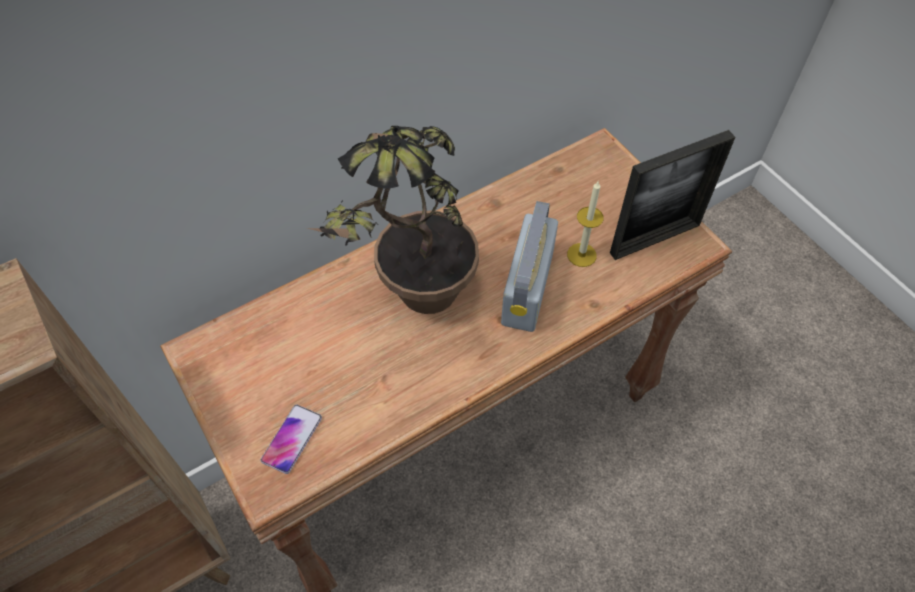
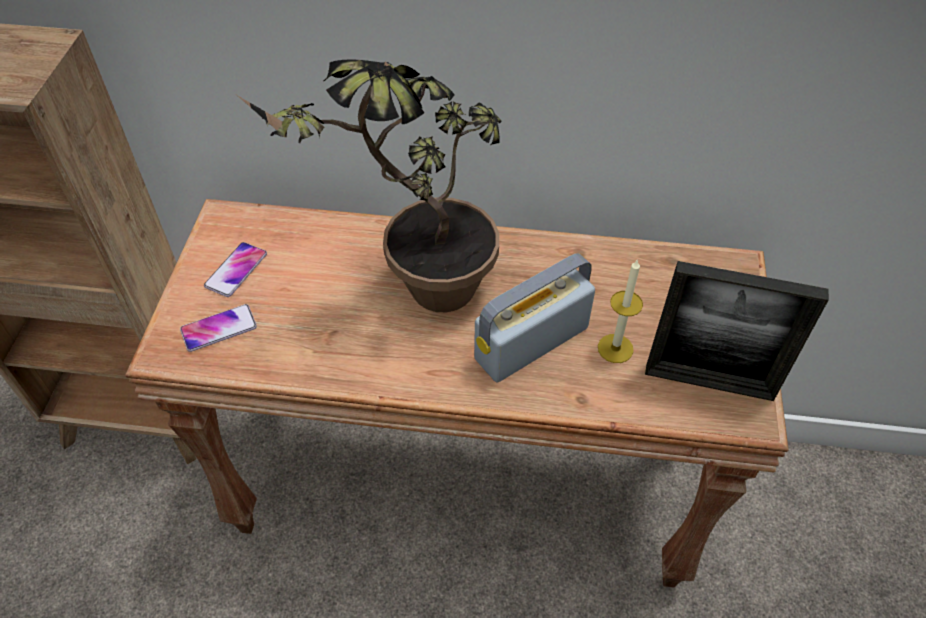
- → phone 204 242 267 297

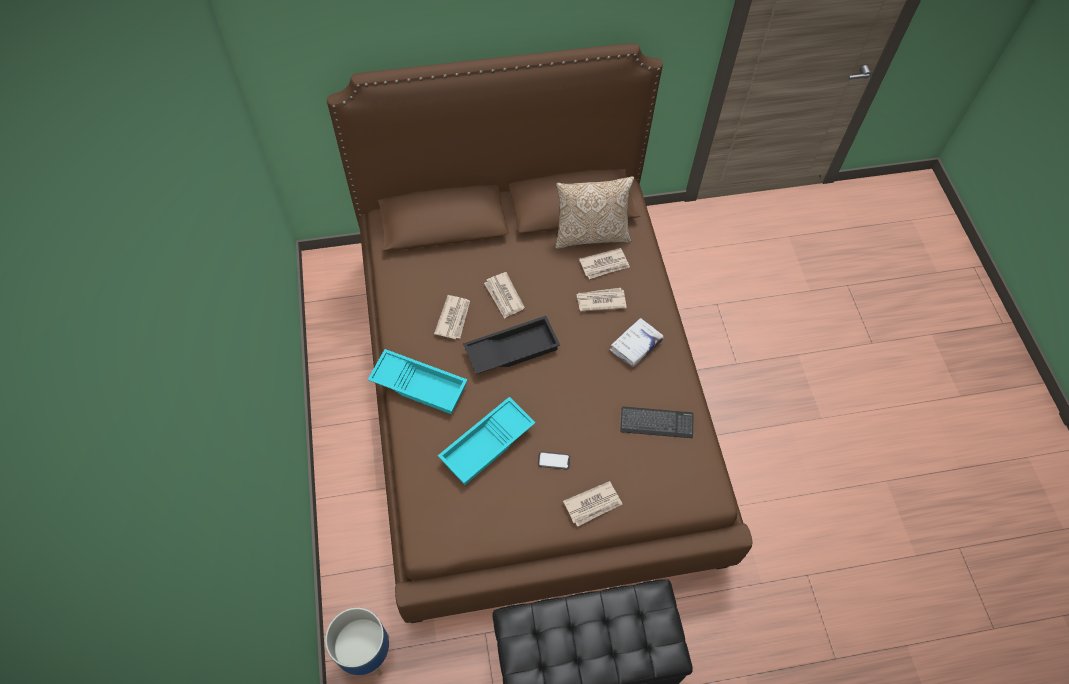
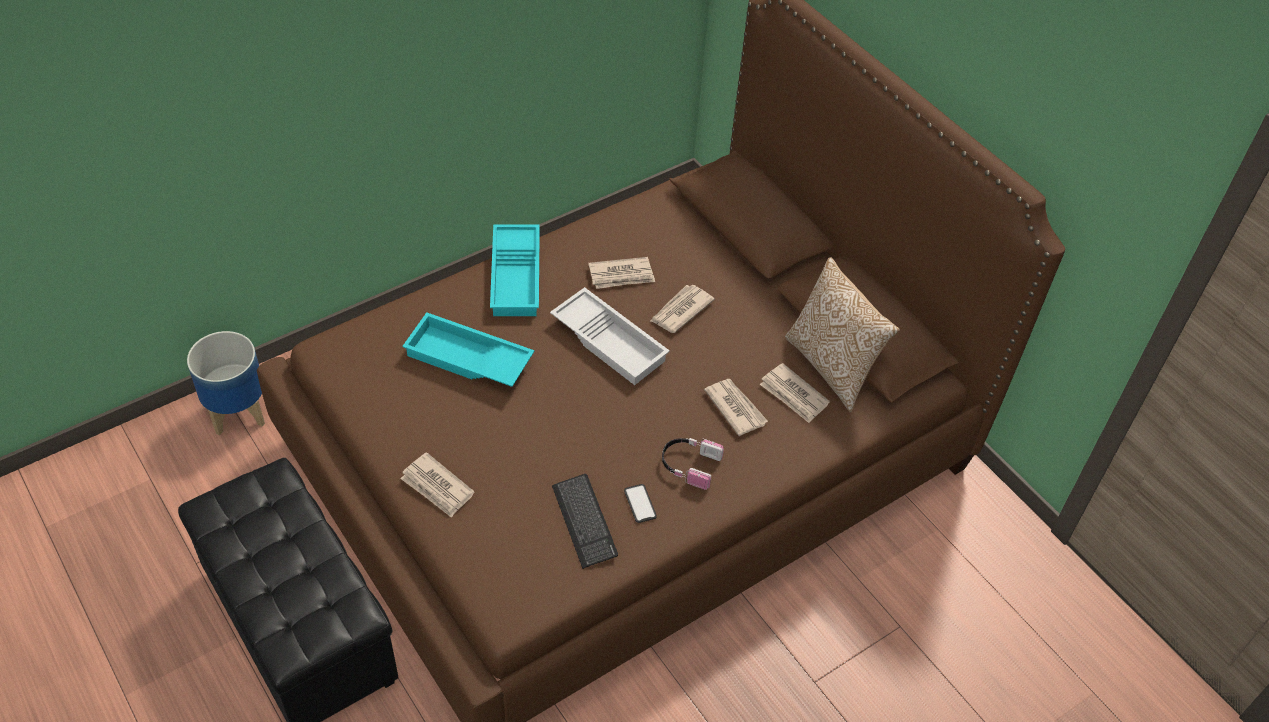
phone 538 452 570 469 → phone 624 484 657 523, shifted
volume/white-coloured 610 318 664 367 → pair of headphones 662 438 724 490
tray/blackish 463 316 560 374 → tray/white-coloured 550 287 670 385

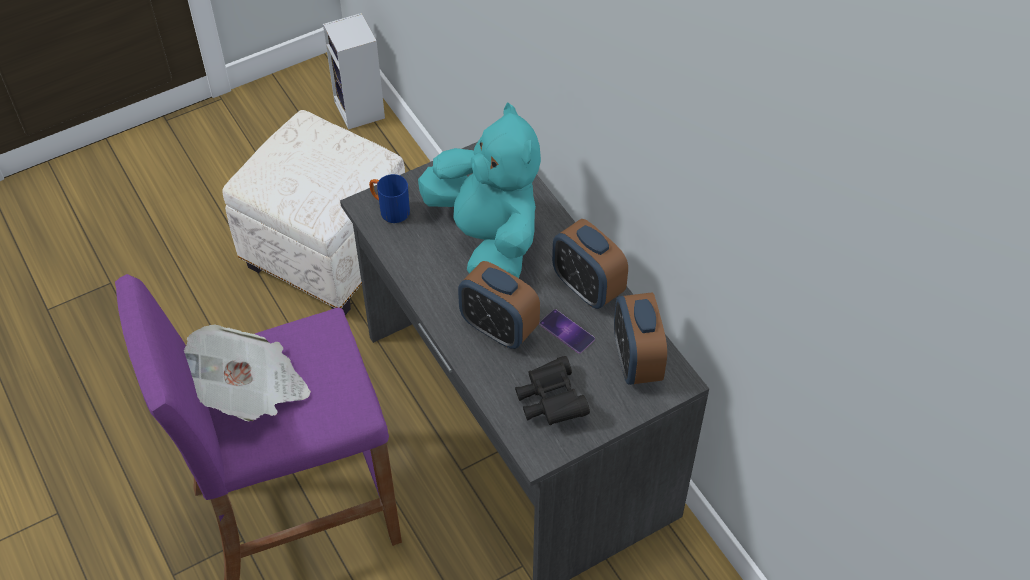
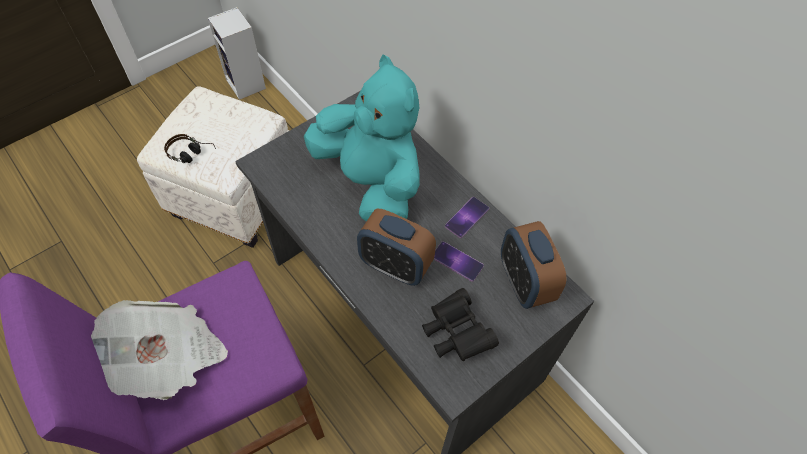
tea mug/blue-coloured 369 174 410 223 → -
- → pair of headphones 164 134 216 163
table clock 552 219 628 309 → phone 445 197 489 238

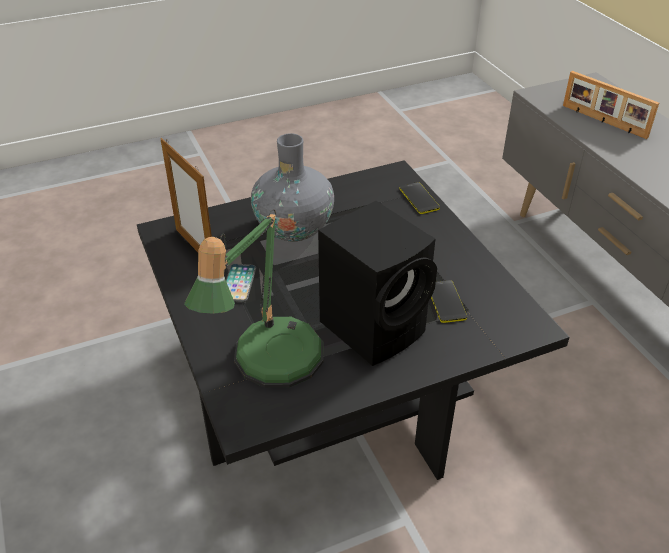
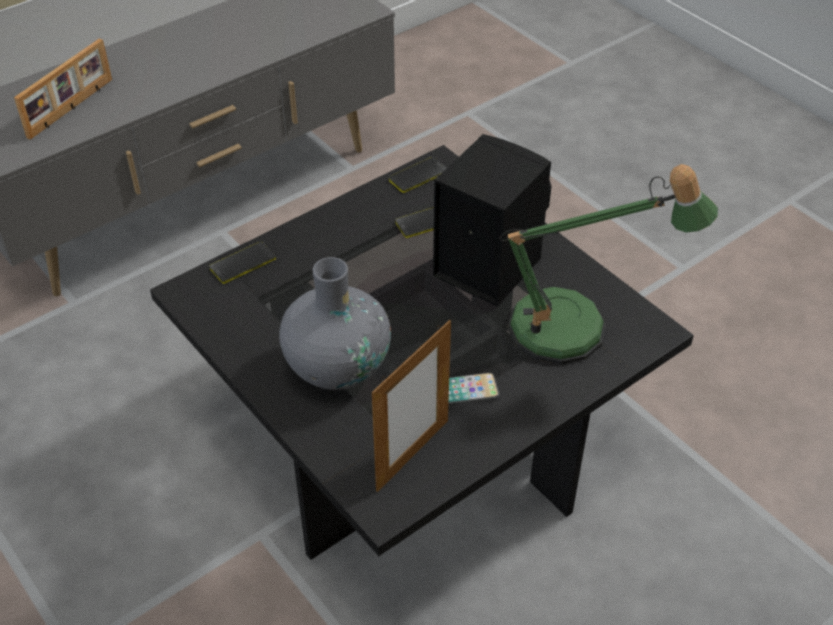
- → phone 389 157 447 193

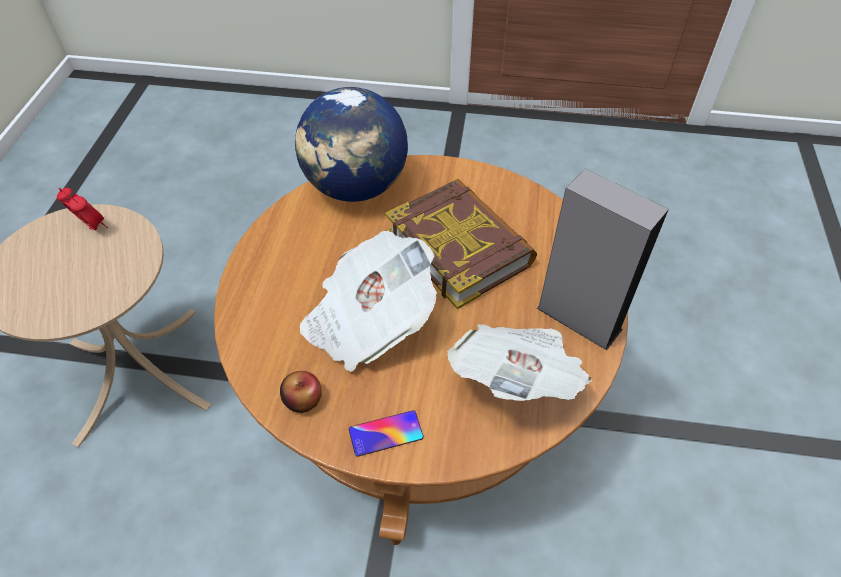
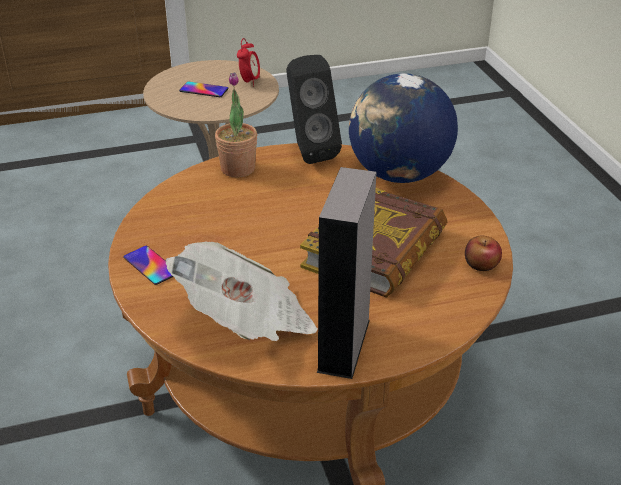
daily paper 300 231 437 372 → -
- → phone 179 82 229 97
- → potted plant 215 73 257 178
- → loudspeaker/blackish 286 55 342 164
whole apple 280 371 322 413 → whole apple 465 236 502 271, shifted

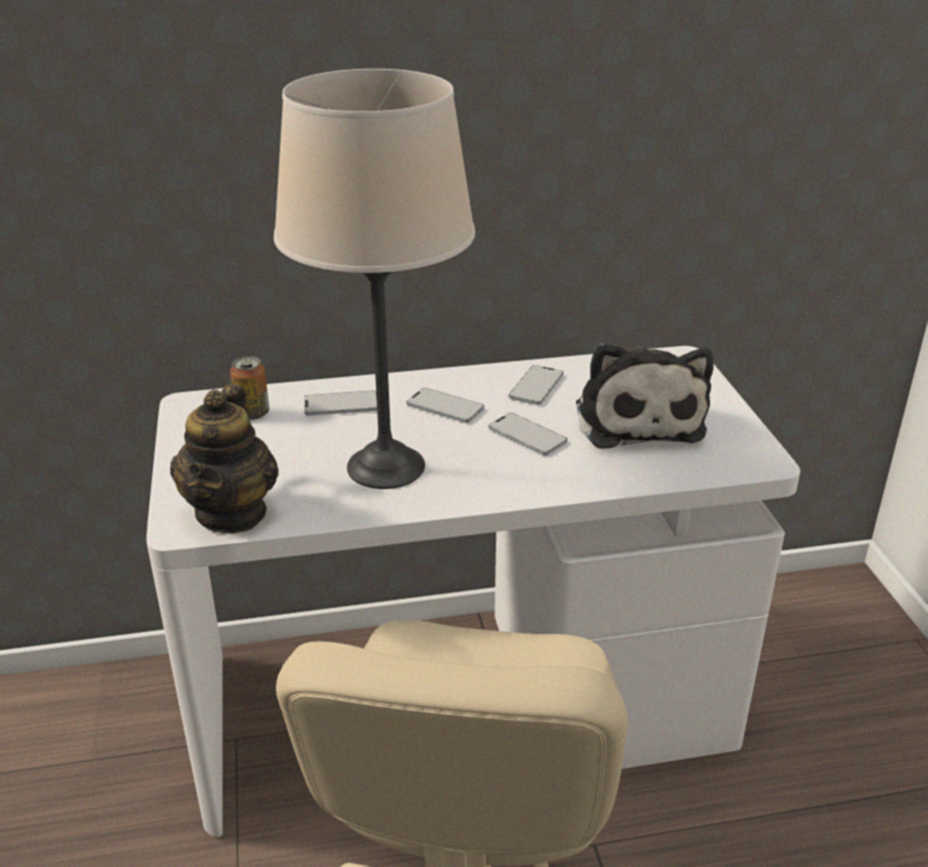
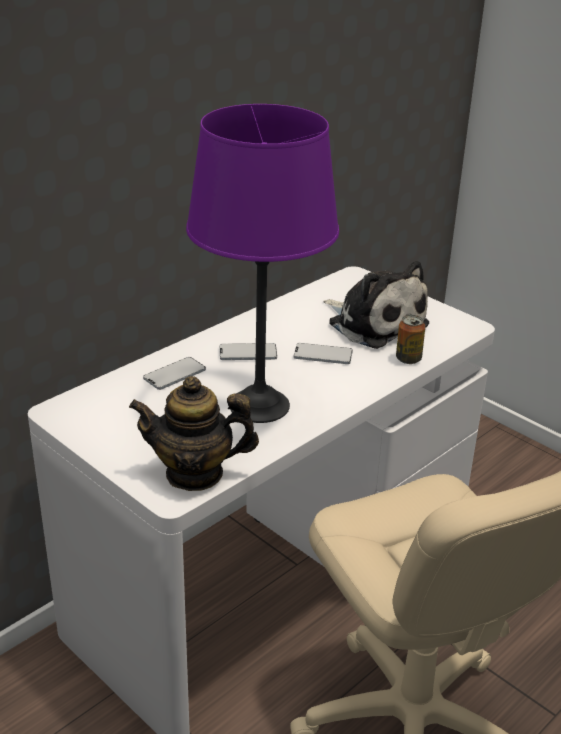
phone 509 365 563 405 → -
sealed can 230 356 269 420 → sealed can 396 315 425 364, shifted
table lamp/beige-coloured 274 69 475 489 → table lamp/purple-coloured 186 104 339 423
tea pot 170 384 279 534 → tea pot 129 376 259 491, 120 degrees clockwise

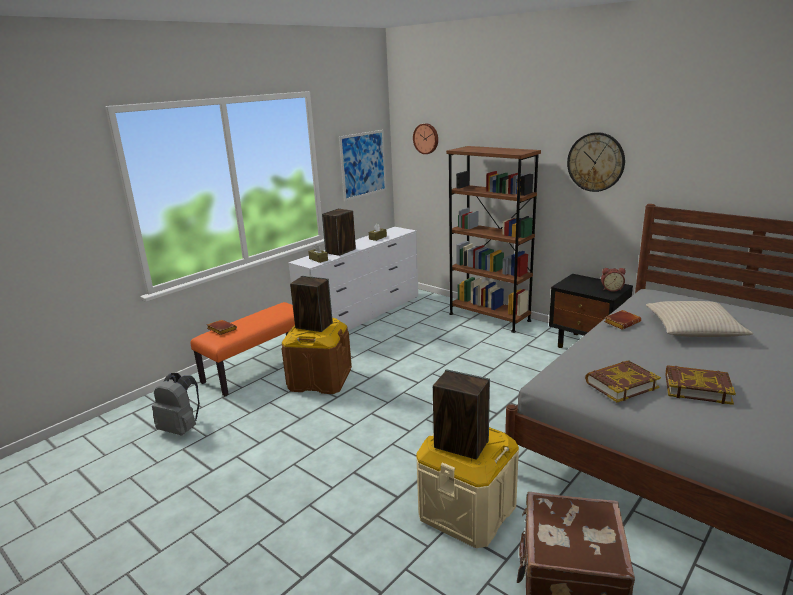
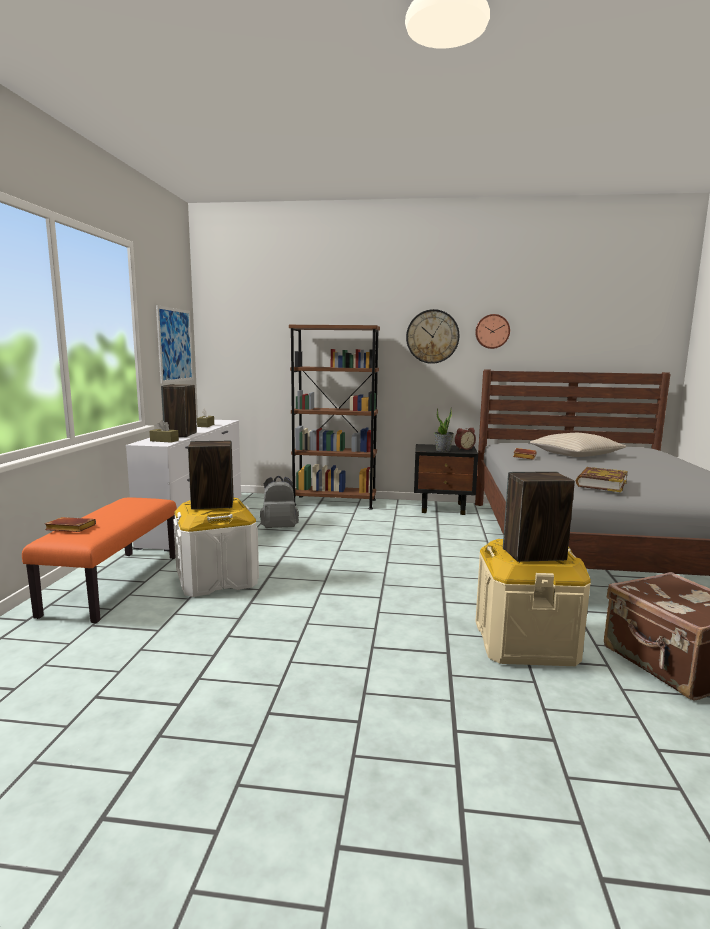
volume 665 365 736 405 → -
- → potted plant 434 408 454 452
rucksack/greyish 152 373 200 435 → rucksack/greyish 260 476 299 528, shifted
hanging clock 413 123 438 154 → hanging clock 475 314 510 349, shifted
storage box/brownish 281 317 352 394 → storage box/white-coloured 173 498 259 597

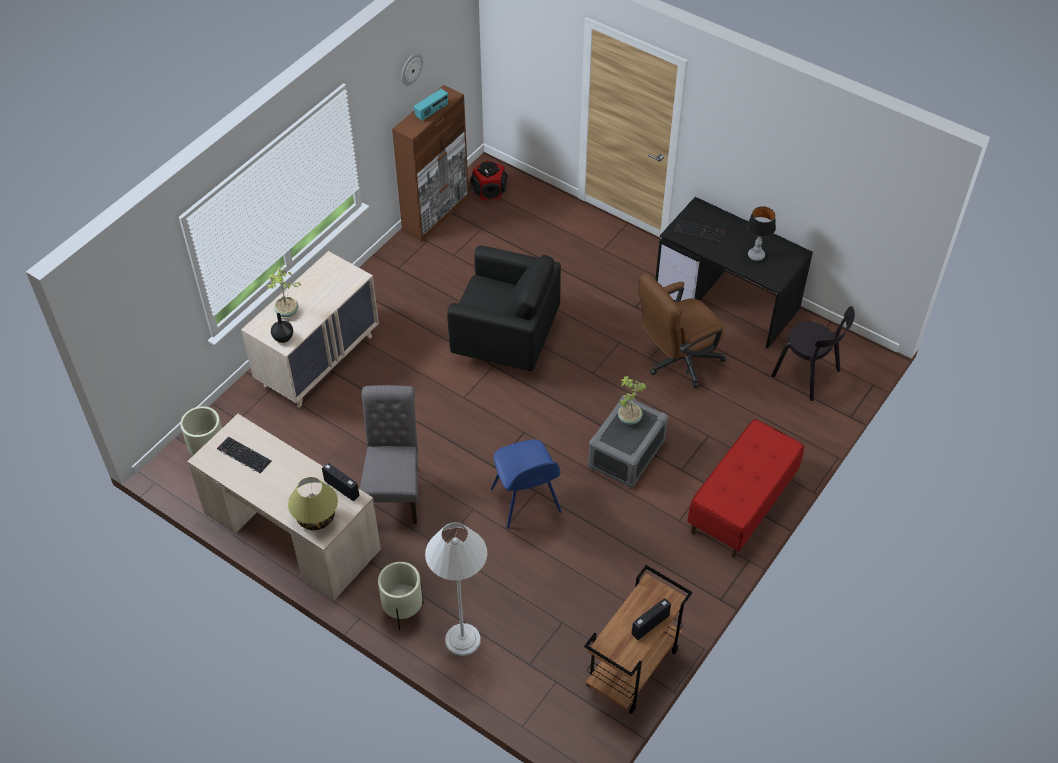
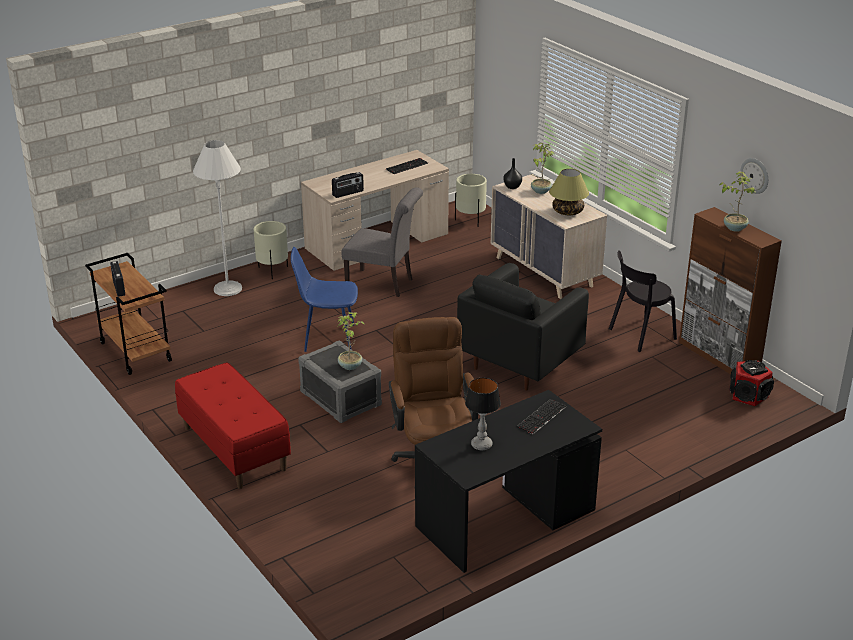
table lamp 288 477 338 530 → table lamp 549 168 589 215, shifted
plain chair/blackish 771 306 855 401 → plain chair/blackish 609 250 677 352, shifted
radio 414 89 448 121 → potted plant 720 172 757 232

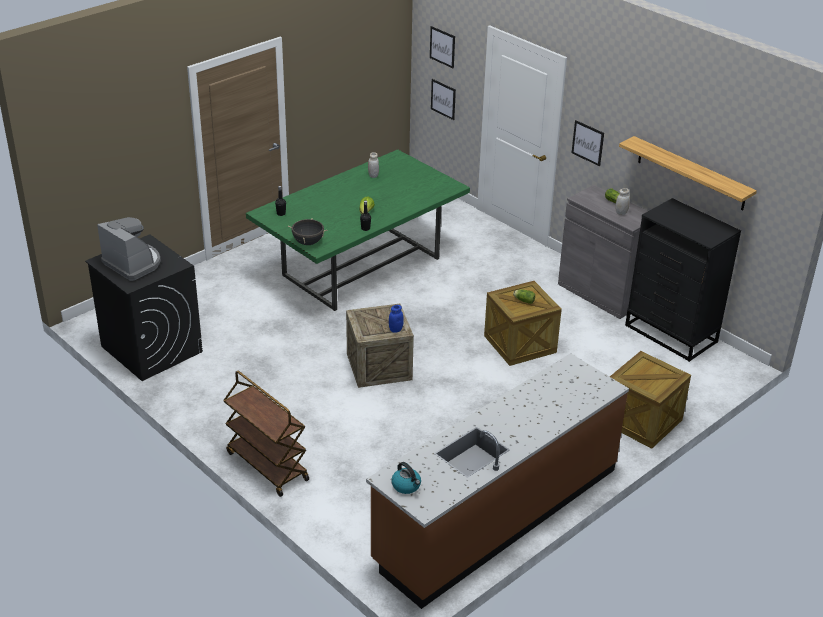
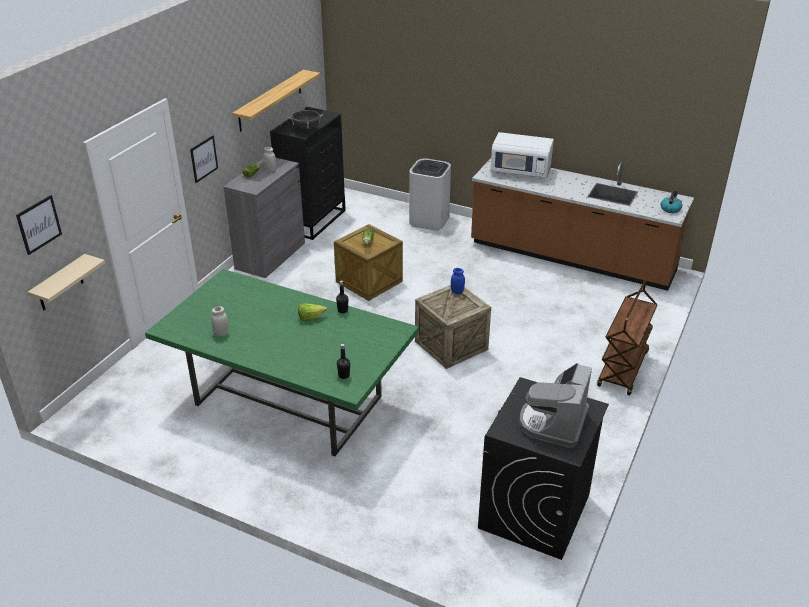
- → microwave/white-coloured 490 132 554 178
stockpot/blackish 288 218 327 245 → stockpot/blackish 289 109 323 131, shifted
wall art 431 79 456 120 → bracket shelf/beige-coloured 28 254 105 311
crate 610 351 691 449 → trash can/white-coloured 409 158 451 230

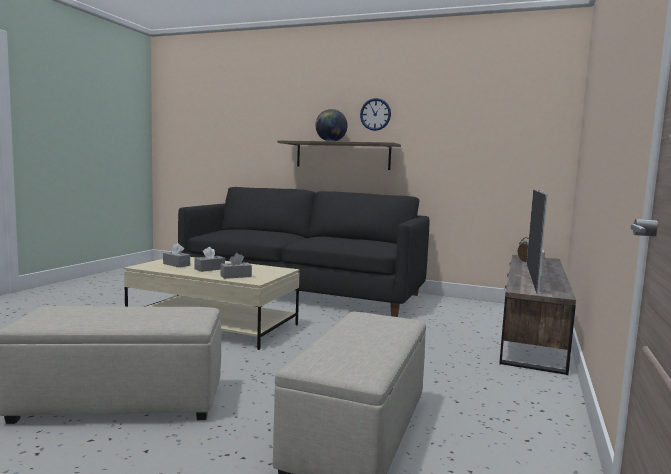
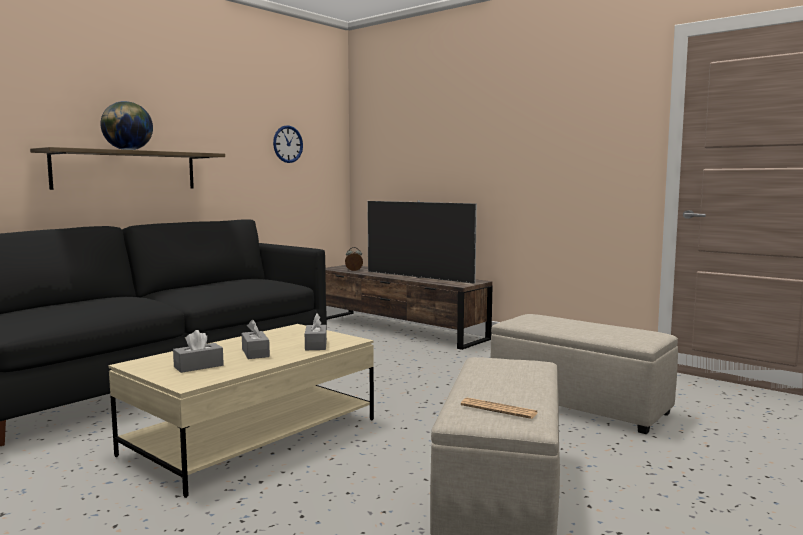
- → daily paper 461 398 538 419
hanging clock 360 98 391 131 → hanging clock 273 125 303 163, shifted

